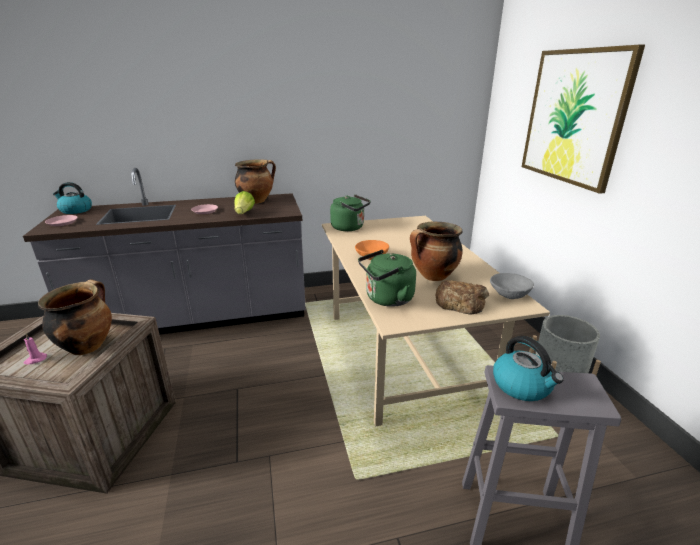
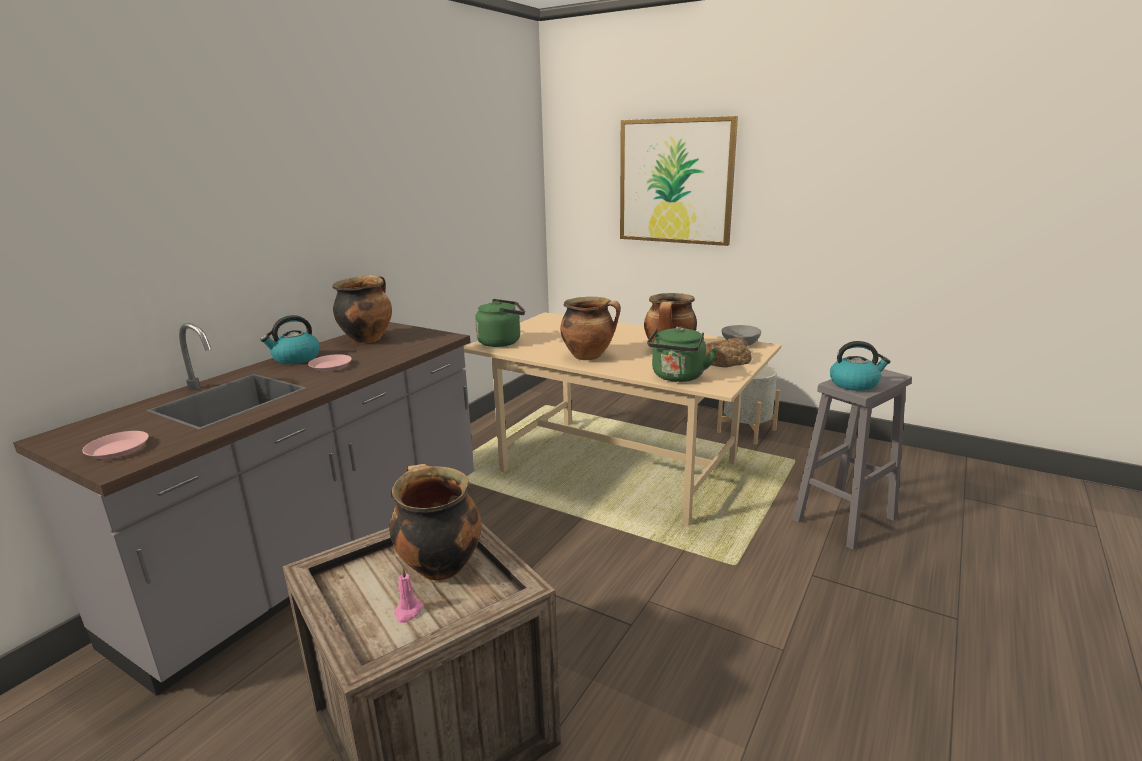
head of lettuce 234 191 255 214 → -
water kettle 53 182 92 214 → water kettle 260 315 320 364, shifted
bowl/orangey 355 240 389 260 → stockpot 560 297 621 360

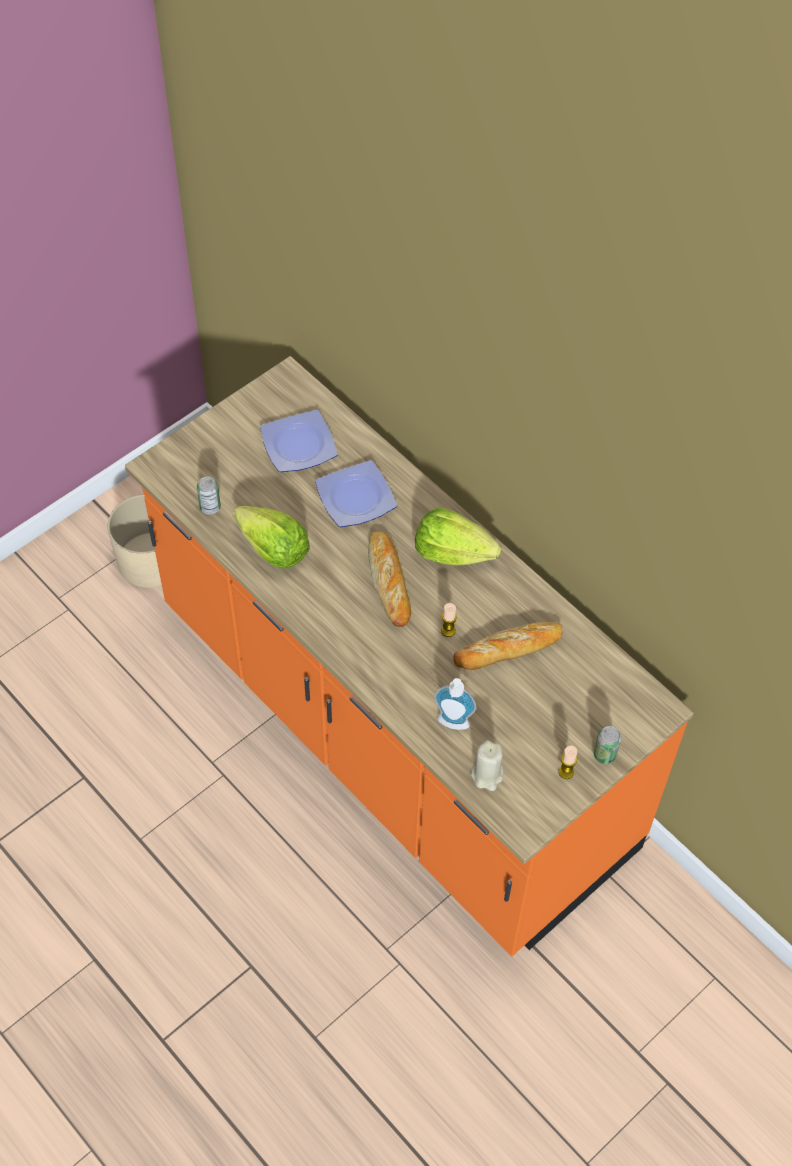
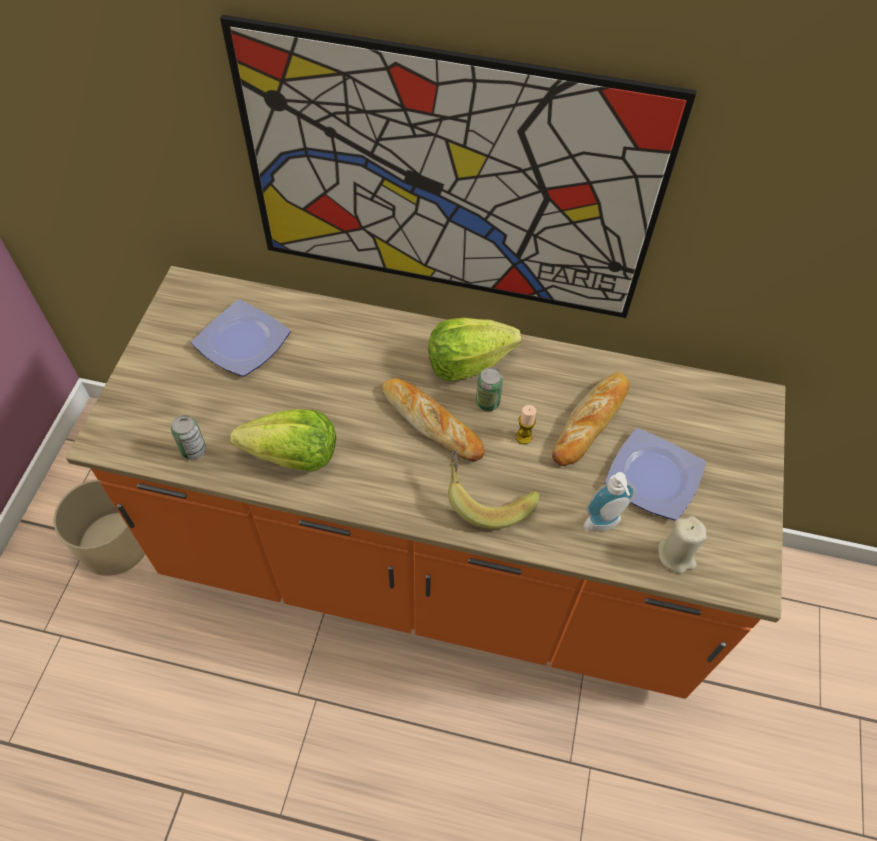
candle 558 746 577 779 → -
- → wall art 220 15 697 318
- → whole banana 448 450 540 529
flat dish 315 460 397 527 → flat dish 605 428 706 520, shifted
sealed can 594 726 621 764 → sealed can 476 367 503 411, shifted

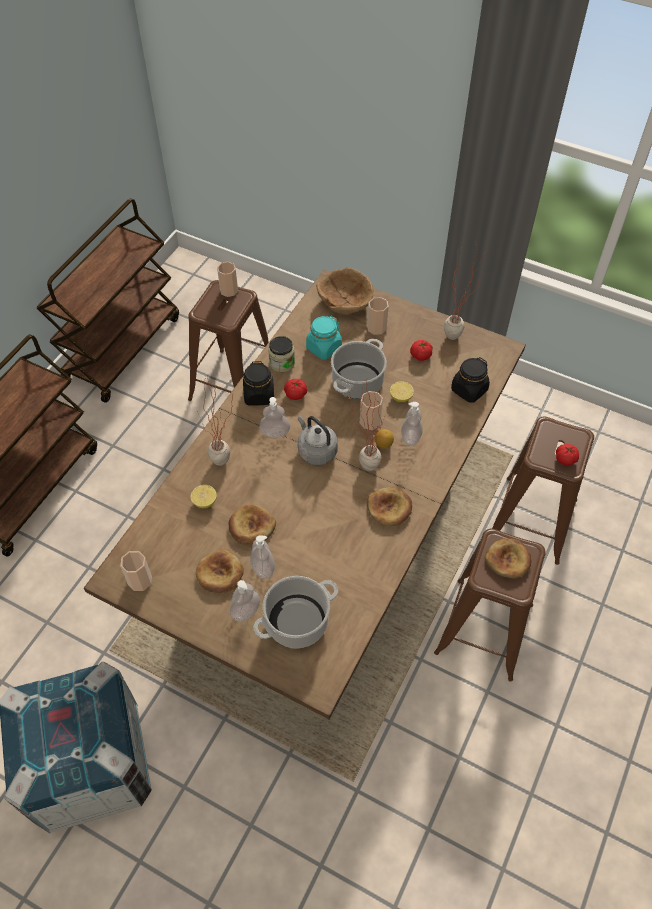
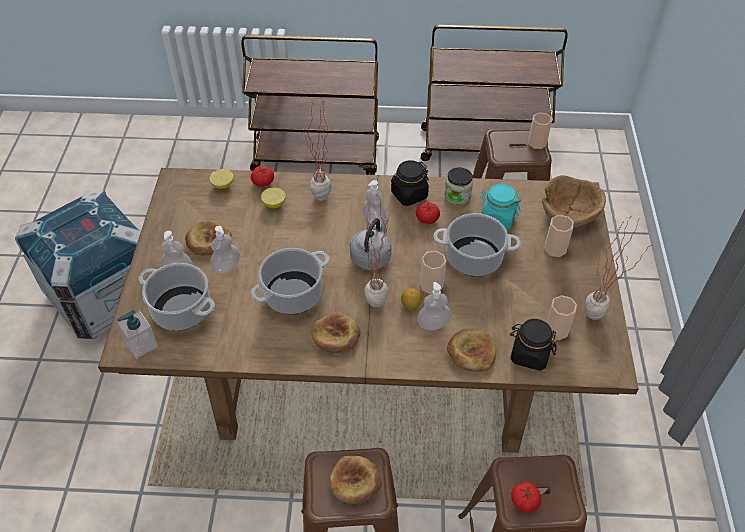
- → liquid soap bottle 117 310 158 359
- → stockpot 251 248 330 314
small cup 120 551 152 591 → small cup 546 295 577 340, shifted
bread 228 504 276 545 → bread 447 329 496 372, shifted
citrus fruit 390 381 414 402 → citrus fruit 209 169 233 189, shifted
fresh tomato 410 340 433 361 → fresh tomato 251 166 274 187, shifted

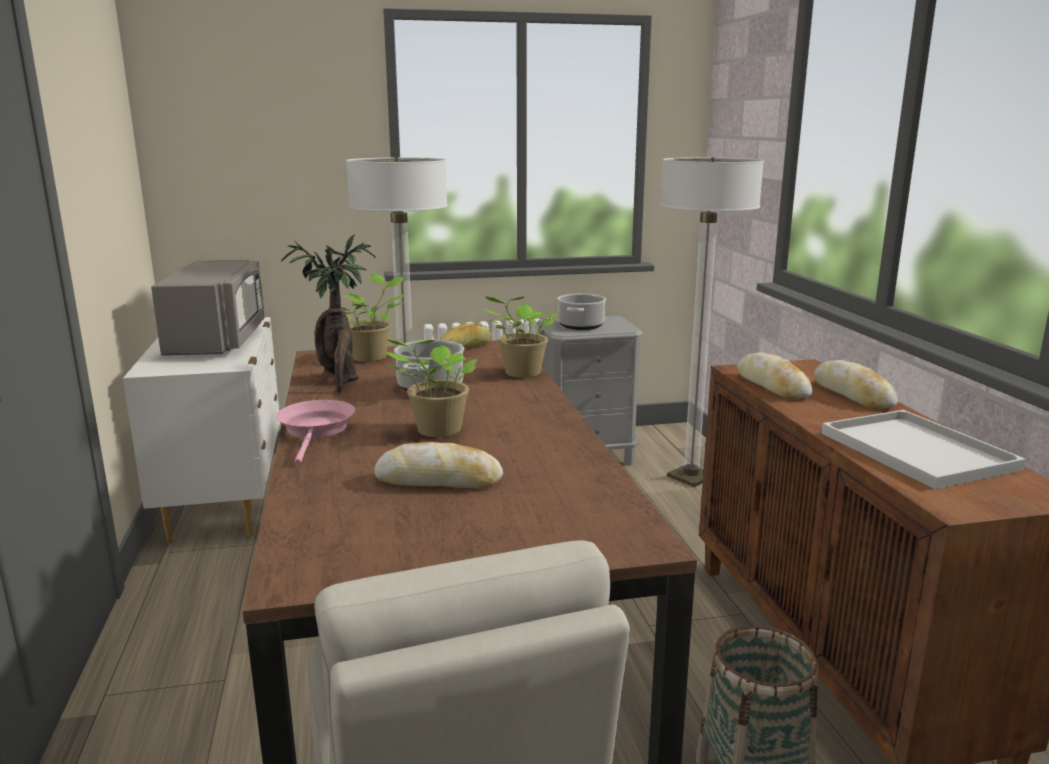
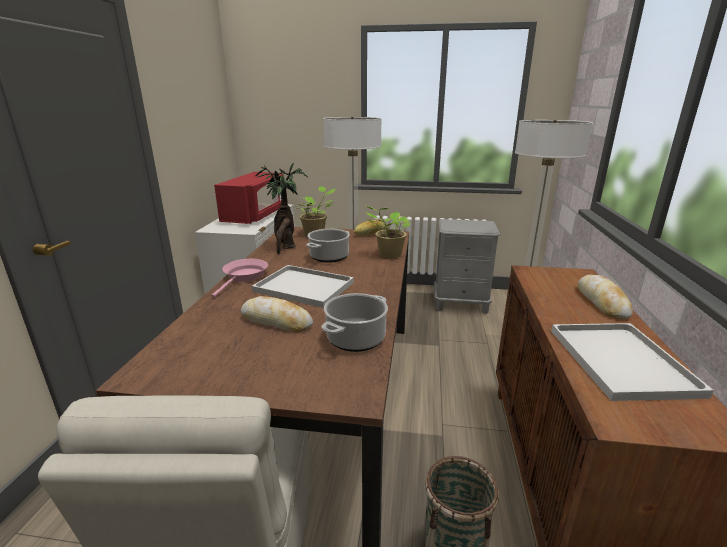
bread 737 352 812 400 → -
stockpot 557 293 606 330 → stockpot 321 293 388 352, shifted
potted plant 383 339 477 437 → tray/white-coloured 252 265 354 308
microwave/greyish 151 260 264 356 → microwave/reddish 214 172 283 224

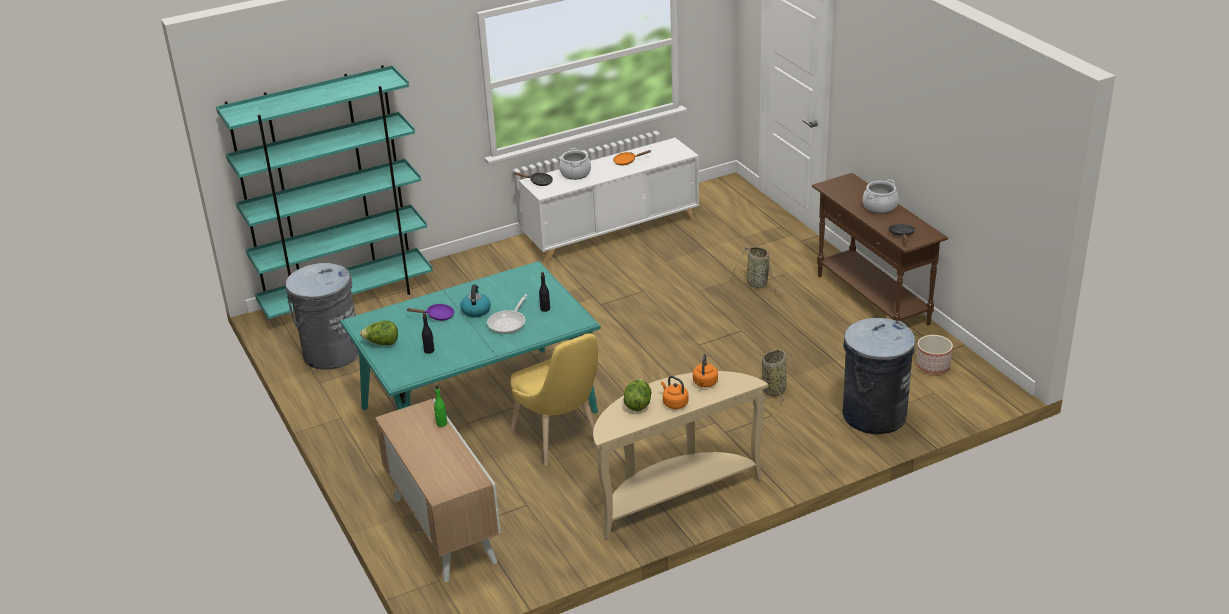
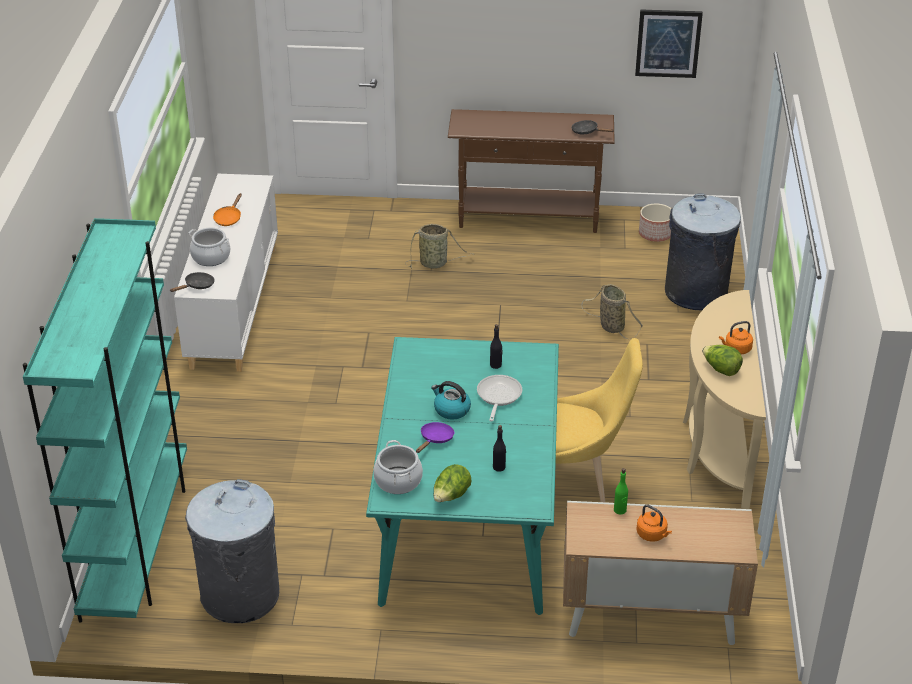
- → wall art 635 9 703 78
water kettle/orangey 693 354 718 387 → water kettle/orangey 636 505 672 542, shifted
stockpot 863 179 898 213 → stockpot 373 440 423 494, shifted
frying pan 487 294 528 334 → frying pan 477 375 522 421, 135 degrees counterclockwise

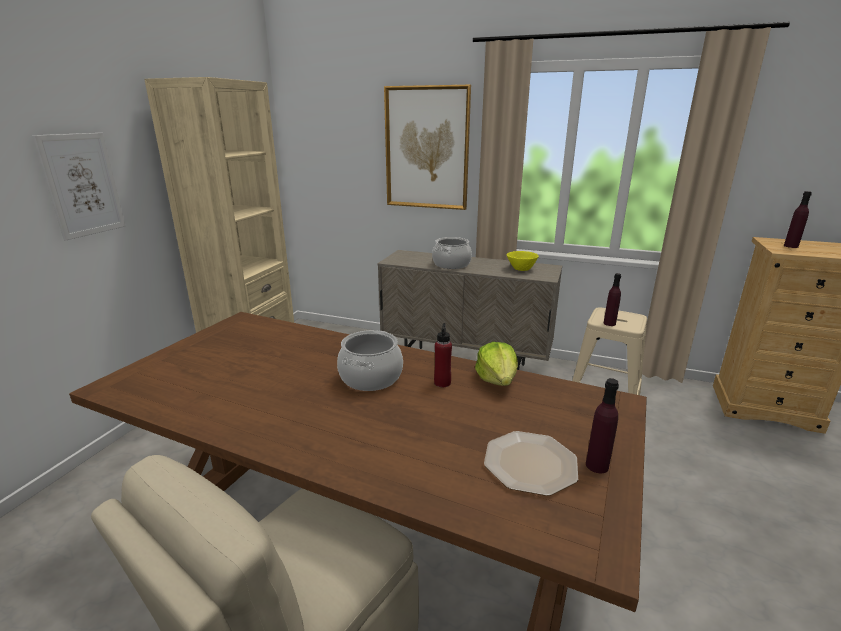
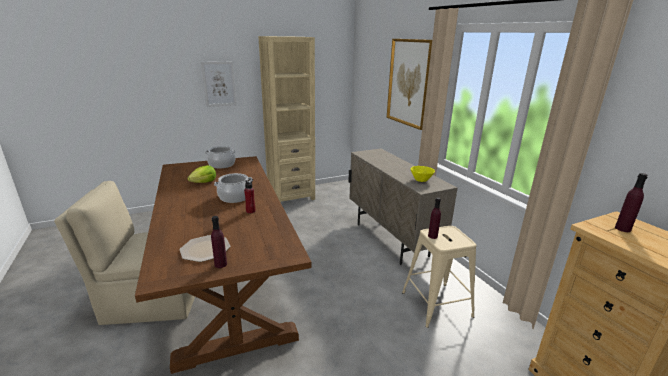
stockpot 432 237 472 269 → stockpot 205 146 236 169, shifted
head of lettuce 475 342 518 386 → head of lettuce 187 165 216 183, shifted

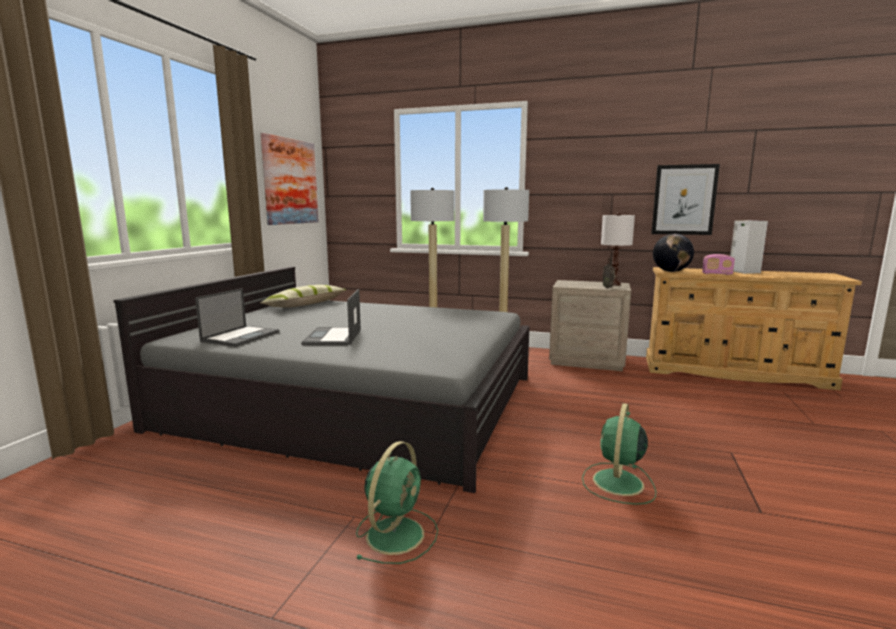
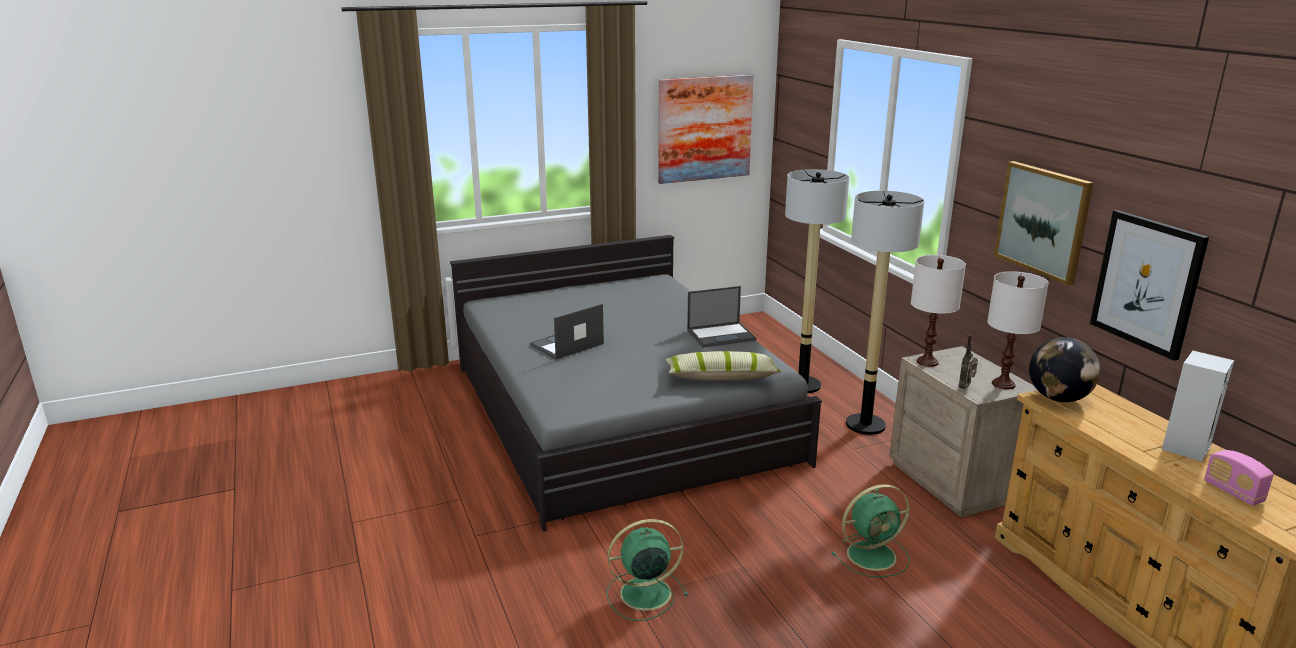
- → table lamp/white-coloured 911 255 966 367
- → wall art 994 161 1093 286
portable computer 195 288 279 347 → portable computer 687 286 756 347, shifted
throw pillow 260 285 347 308 → throw pillow 666 351 781 381, shifted
fan/green 356 441 438 564 → fan/green 831 484 910 577, shifted
radio 702 254 735 275 → radio 1204 450 1274 506, shifted

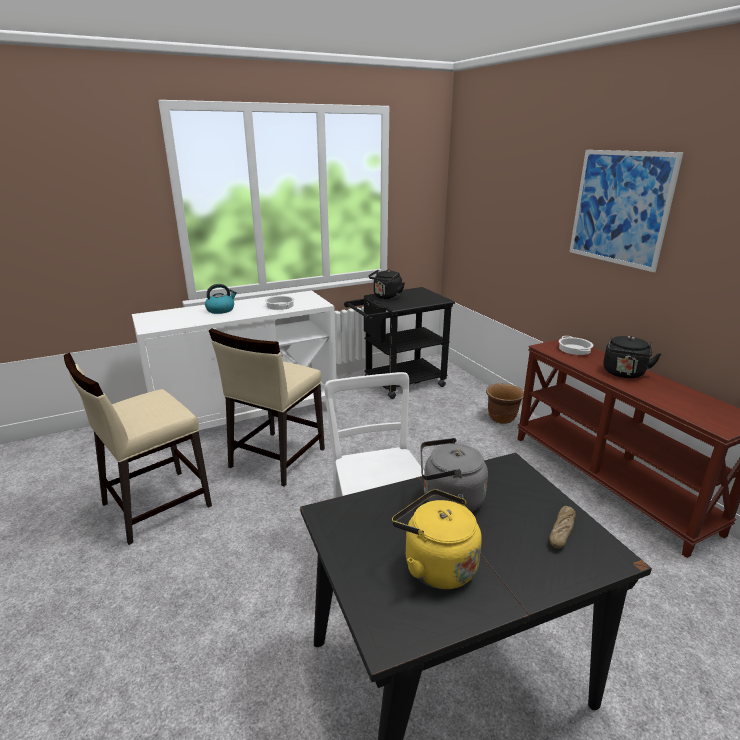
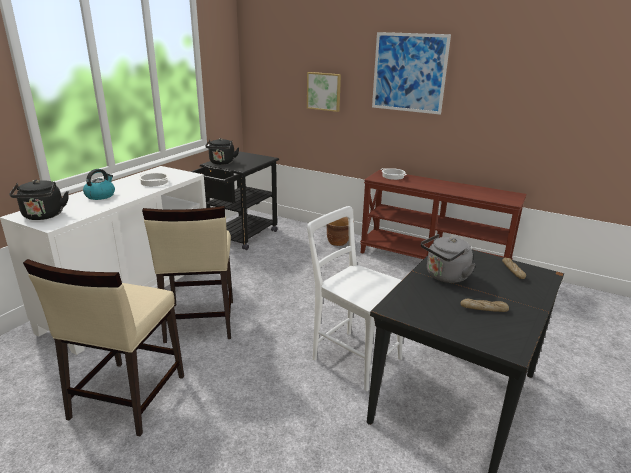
- → wall art 307 72 341 112
water kettle/blackish 603 336 661 378 → water kettle/blackish 9 180 69 220, shifted
water kettle/yellow-coloured 392 489 482 589 → bread 460 298 509 312

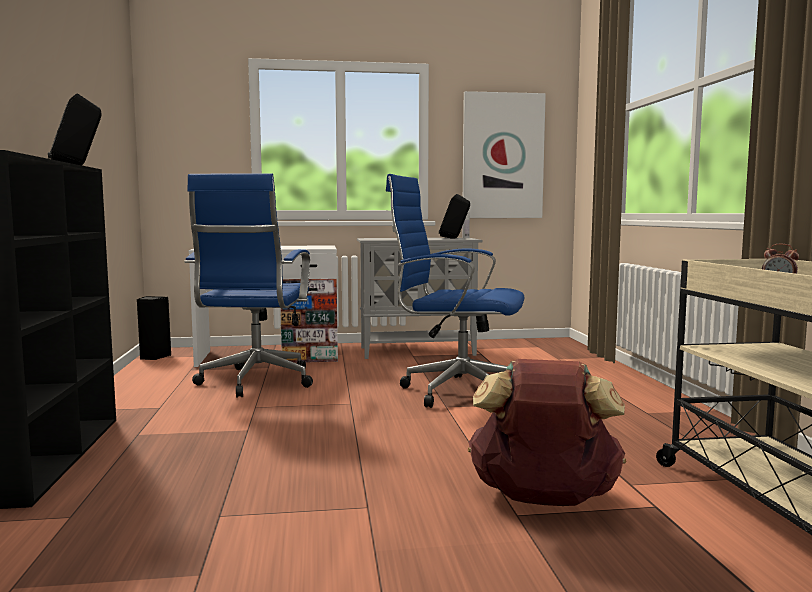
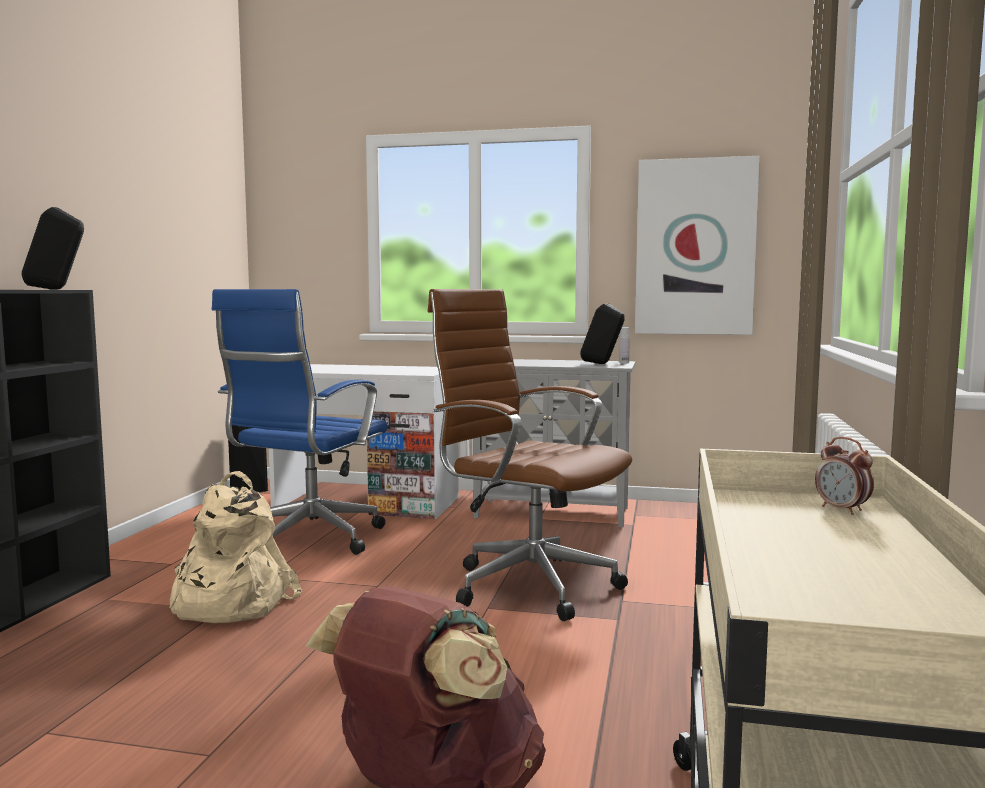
- → rucksack/beige-coloured 169 471 302 623
computer chair/blue-coloured 386 174 525 408 → computer chair/brownish 428 289 632 621

